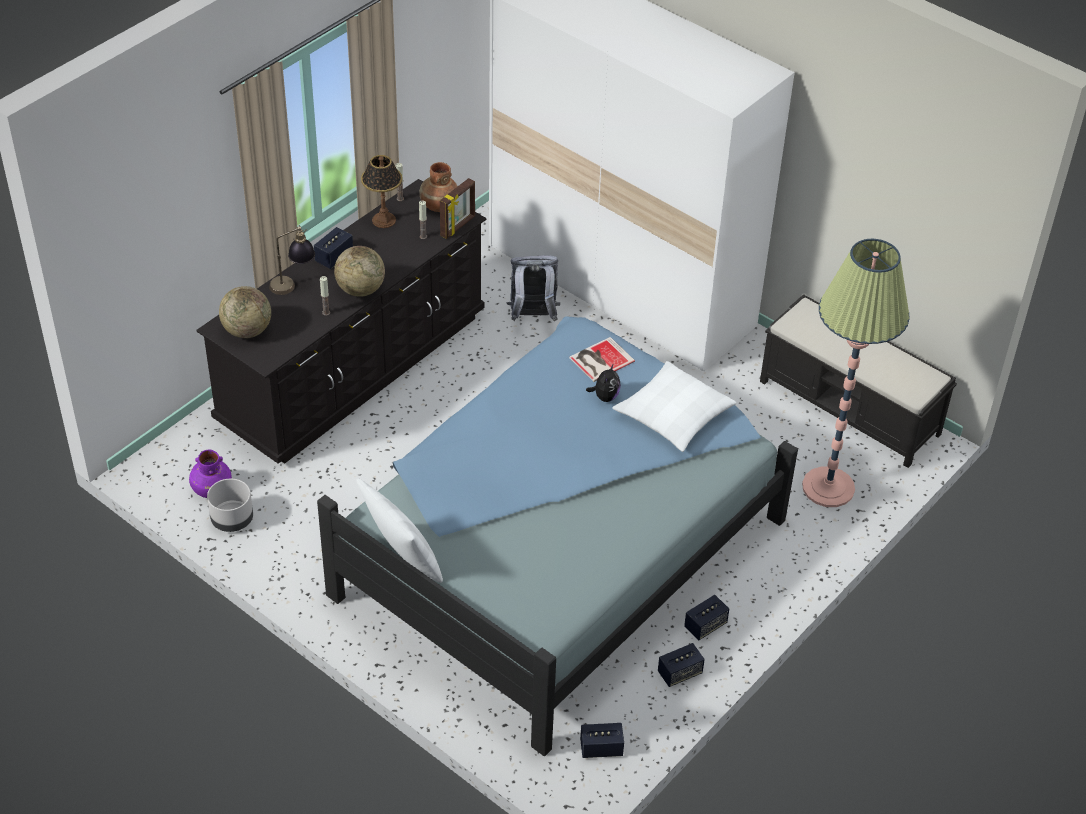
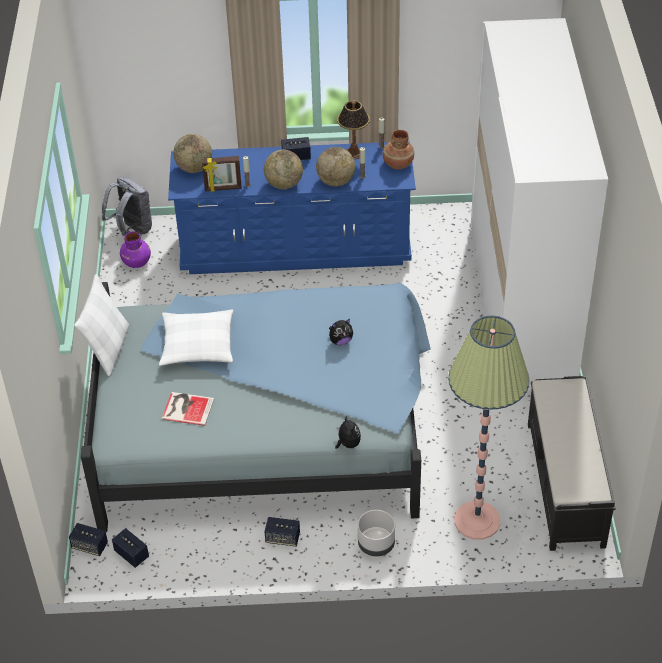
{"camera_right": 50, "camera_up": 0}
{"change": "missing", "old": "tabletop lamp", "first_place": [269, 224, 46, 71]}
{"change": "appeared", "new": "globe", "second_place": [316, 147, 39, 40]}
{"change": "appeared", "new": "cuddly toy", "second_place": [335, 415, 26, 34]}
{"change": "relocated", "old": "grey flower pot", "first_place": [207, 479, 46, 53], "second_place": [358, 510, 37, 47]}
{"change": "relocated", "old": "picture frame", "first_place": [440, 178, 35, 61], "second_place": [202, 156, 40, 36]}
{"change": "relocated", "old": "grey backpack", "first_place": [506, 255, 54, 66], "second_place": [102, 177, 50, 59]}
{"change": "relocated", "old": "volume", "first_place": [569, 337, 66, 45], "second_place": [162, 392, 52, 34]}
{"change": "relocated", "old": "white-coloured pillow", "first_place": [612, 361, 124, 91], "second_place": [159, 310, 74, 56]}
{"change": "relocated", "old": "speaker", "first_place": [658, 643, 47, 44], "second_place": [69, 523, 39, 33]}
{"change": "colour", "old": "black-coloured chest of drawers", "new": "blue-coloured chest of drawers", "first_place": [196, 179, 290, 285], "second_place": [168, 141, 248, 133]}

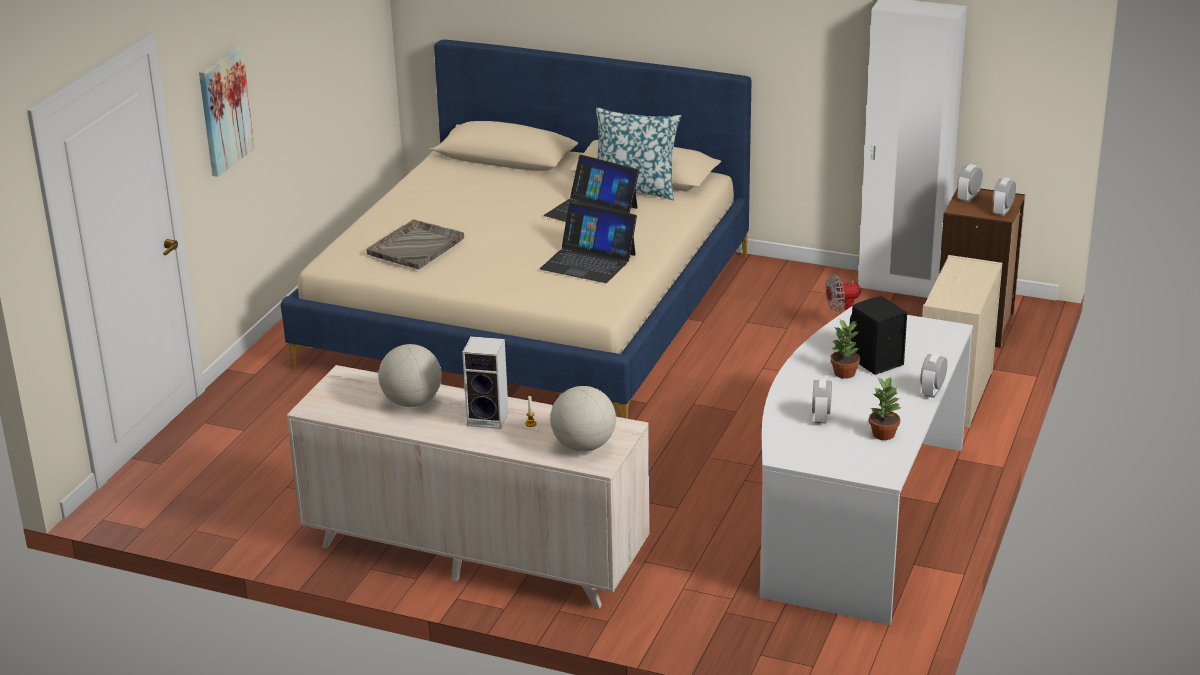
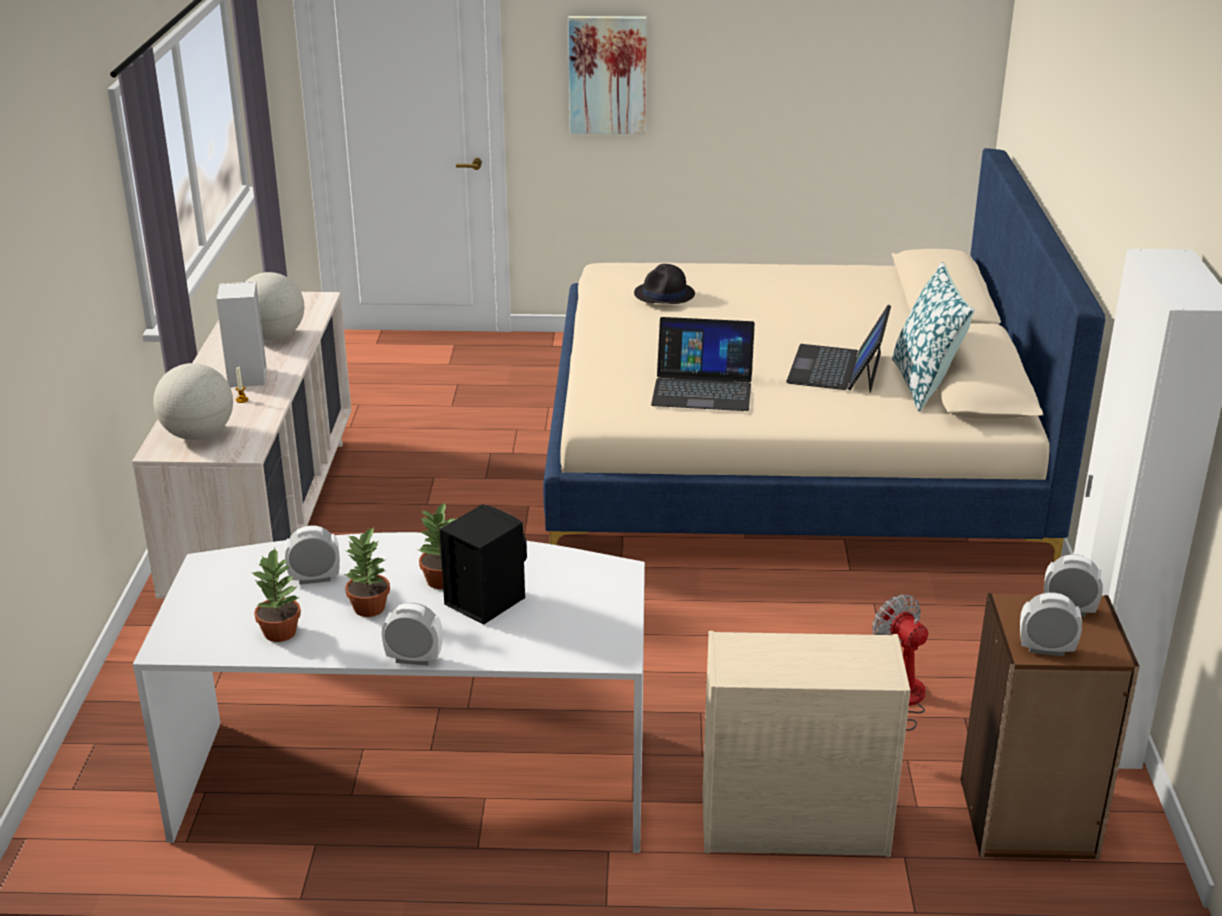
{"camera_right": 70, "camera_up": 0}
{"change": "appeared", "new": "houseplant", "second_place": [345, 527, 45, 90]}
{"change": "exchanged", "old": "grey tray", "new": "black-coloured clothing hat", "first_place": [367, 219, 97, 50], "second_place": [634, 264, 61, 40]}
{"change": "spun", "old": "laptop", "first_place": [540, 202, 97, 81], "second_place": [651, 317, 104, 94], "degrees": -90}

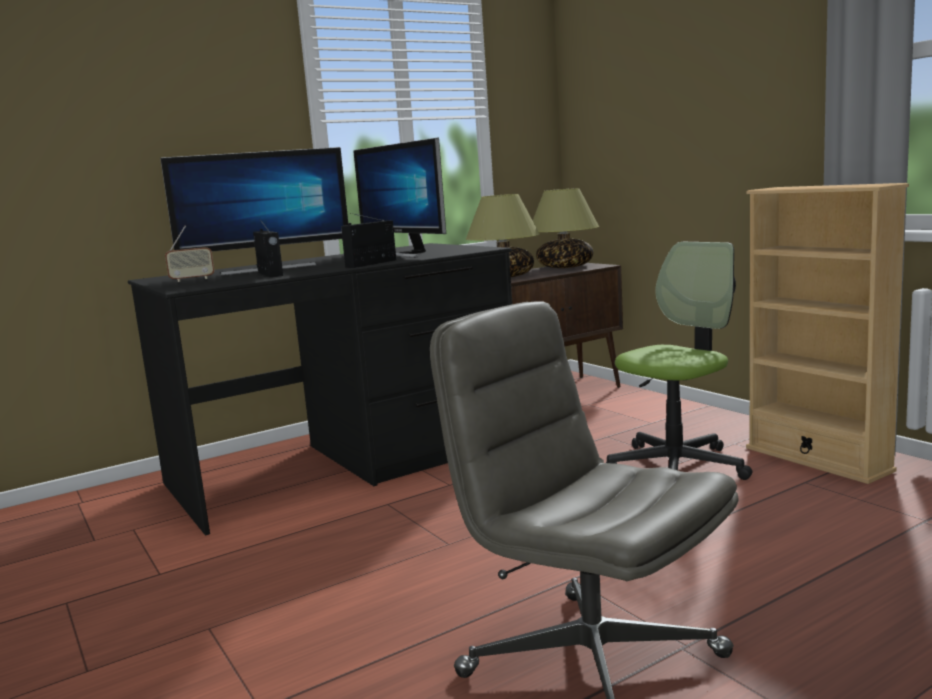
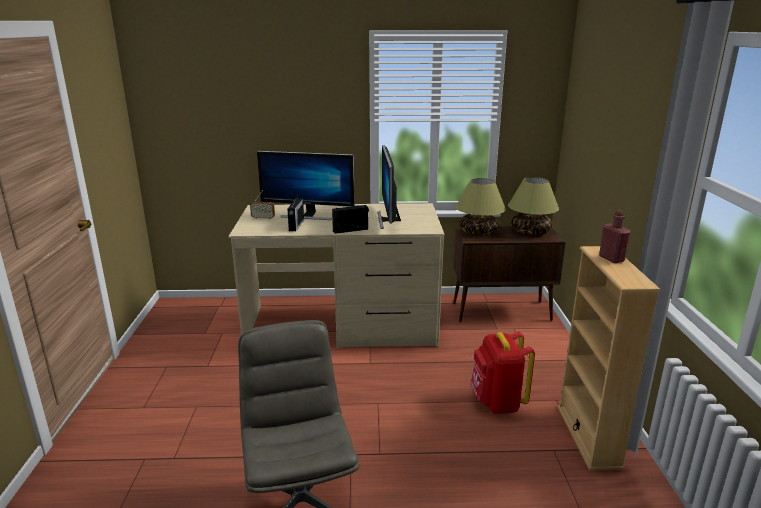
{"camera_right": 30, "camera_up": 10}
{"change": "appeared", "new": "red drink bottle", "second_place": [599, 210, 32, 53]}
{"change": "exchanged", "old": "desk chair", "new": "red backpack", "first_place": [606, 242, 146, 238], "second_place": [470, 331, 65, 83]}
{"change": "colour", "old": "black-coloured desk table", "new": "sand-coloured desk table", "first_place": [128, 243, 384, 292], "second_place": [228, 203, 216, 146]}

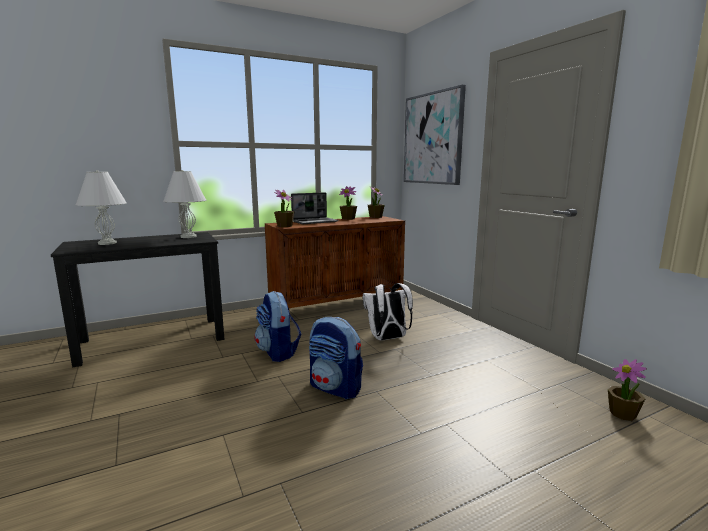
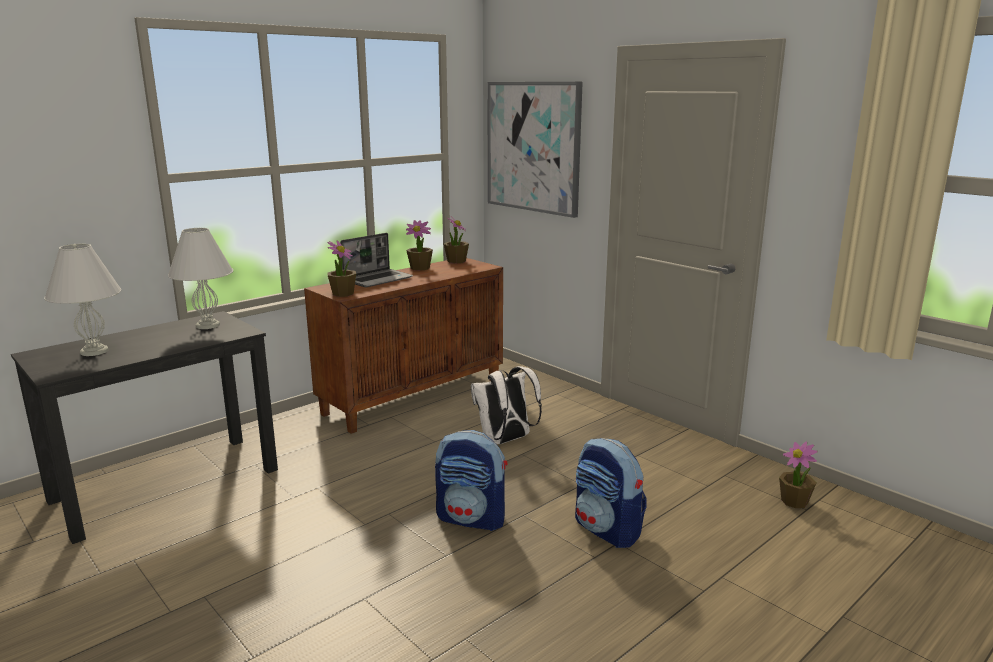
{"camera_right": -15, "camera_up": 5}
{"change": "relocated", "old": "backpack", "first_place": [254, 291, 47, 71], "second_place": [575, 438, 71, 110]}

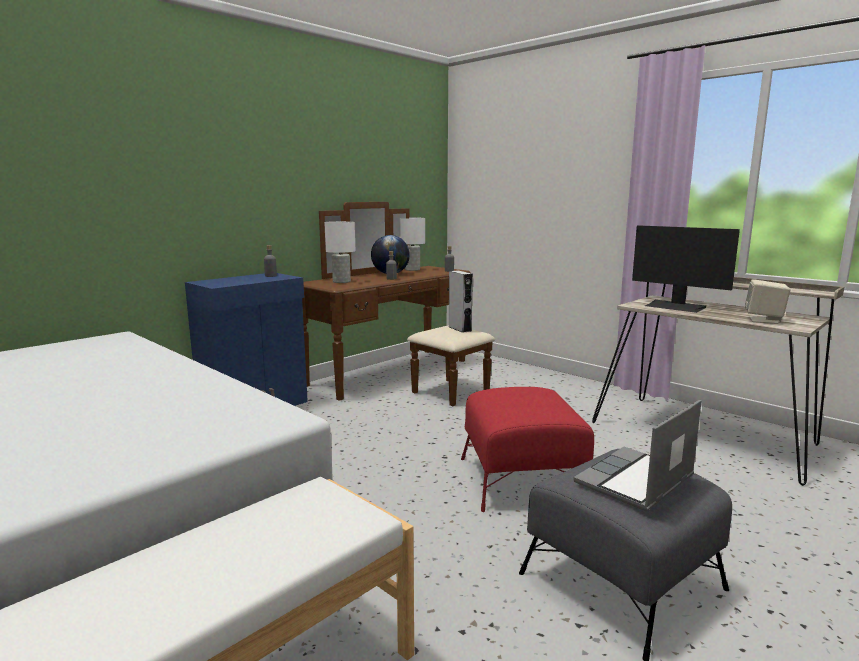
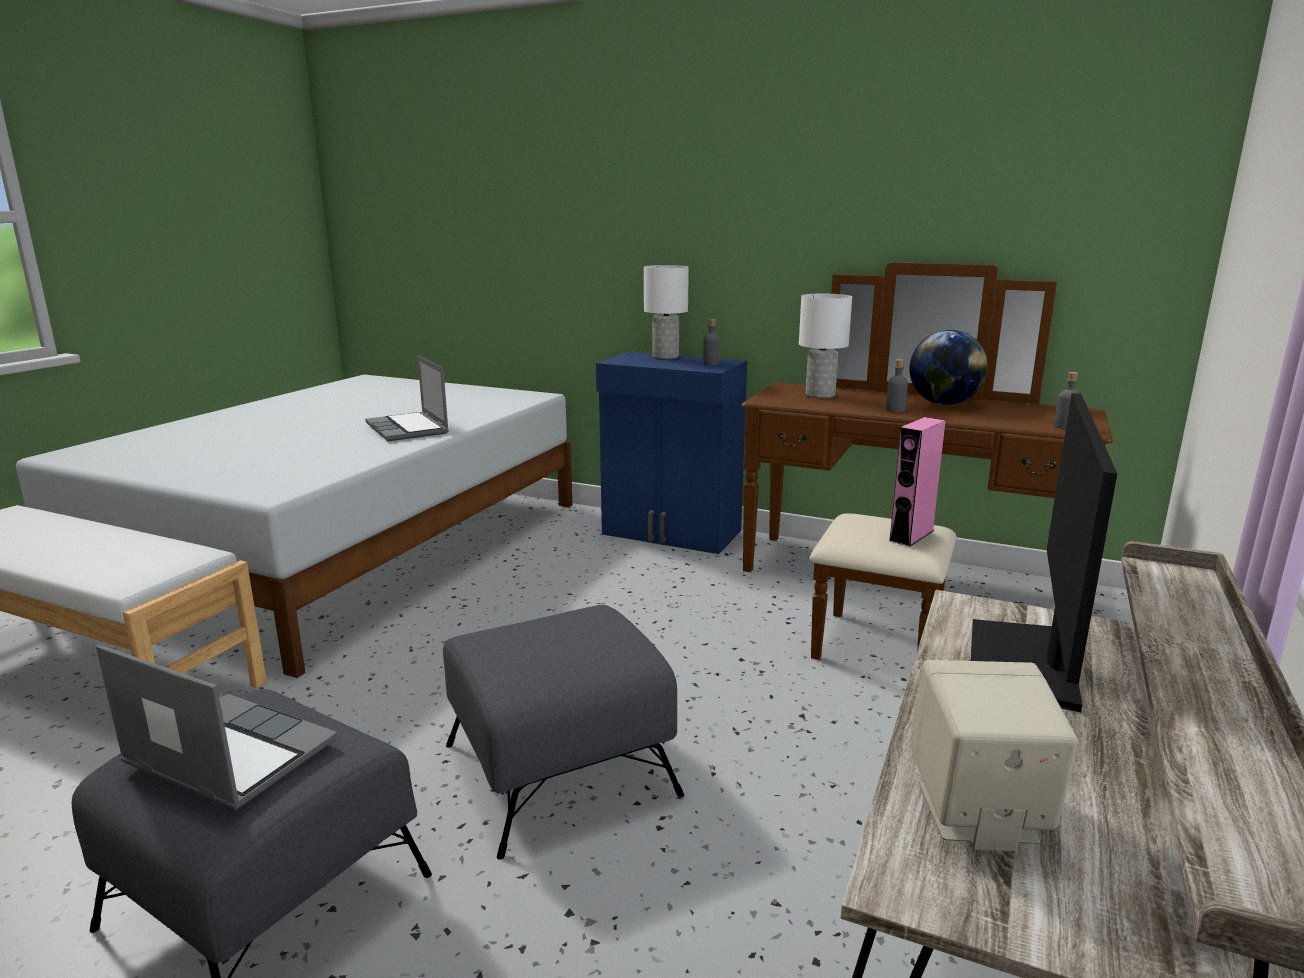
{"camera_right": 70, "camera_up": 5}
{"change": "appeared", "new": "laptop", "second_place": [365, 355, 84, 86]}
{"change": "relocated", "old": "white-coloured tabletop lamp", "first_place": [399, 217, 26, 54], "second_place": [644, 265, 45, 94]}
{"change": "colour", "old": "grey speaker", "new": "pink speaker", "first_place": [449, 271, 24, 62], "second_place": [889, 417, 57, 130]}
{"change": "colour", "old": "red pouffe", "new": "grey pouffe", "first_place": [461, 387, 133, 125], "second_place": [443, 605, 241, 255]}

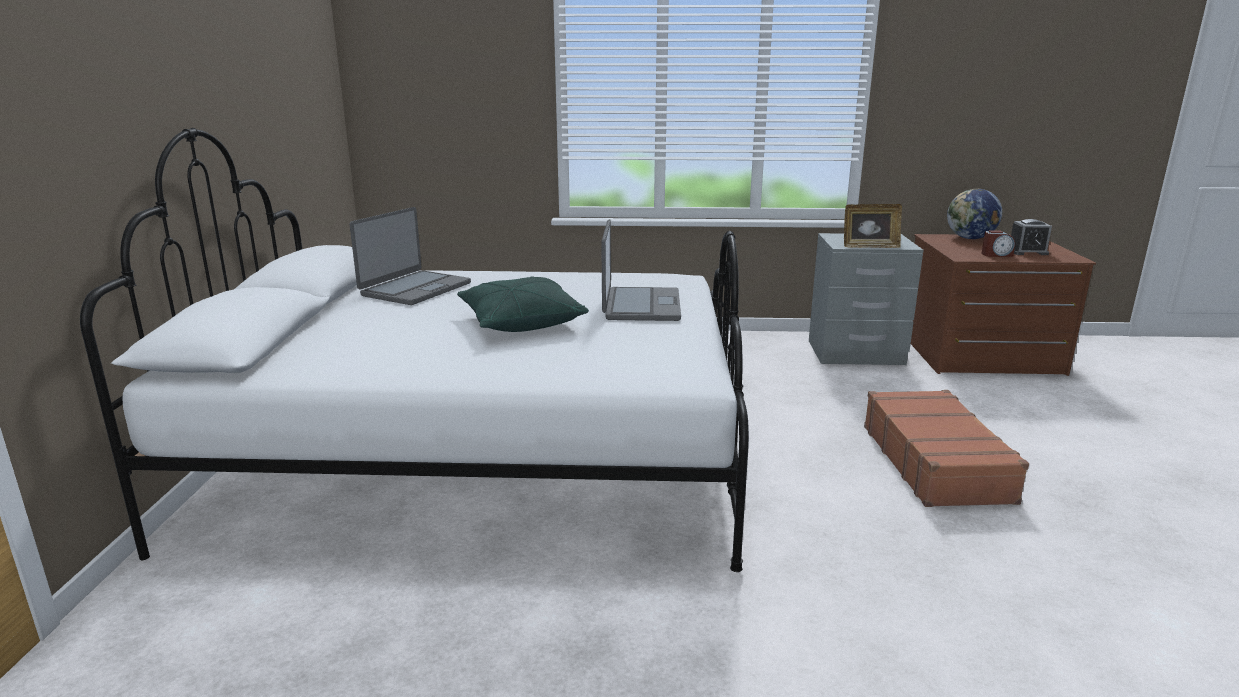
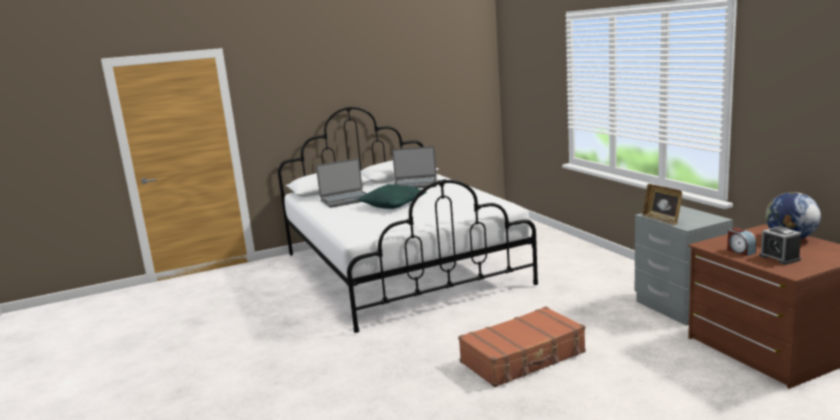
{"camera_right": 65, "camera_up": -5}
{"change": "relocated", "old": "laptop", "first_place": [601, 219, 80, 102], "second_place": [316, 158, 51, 50]}

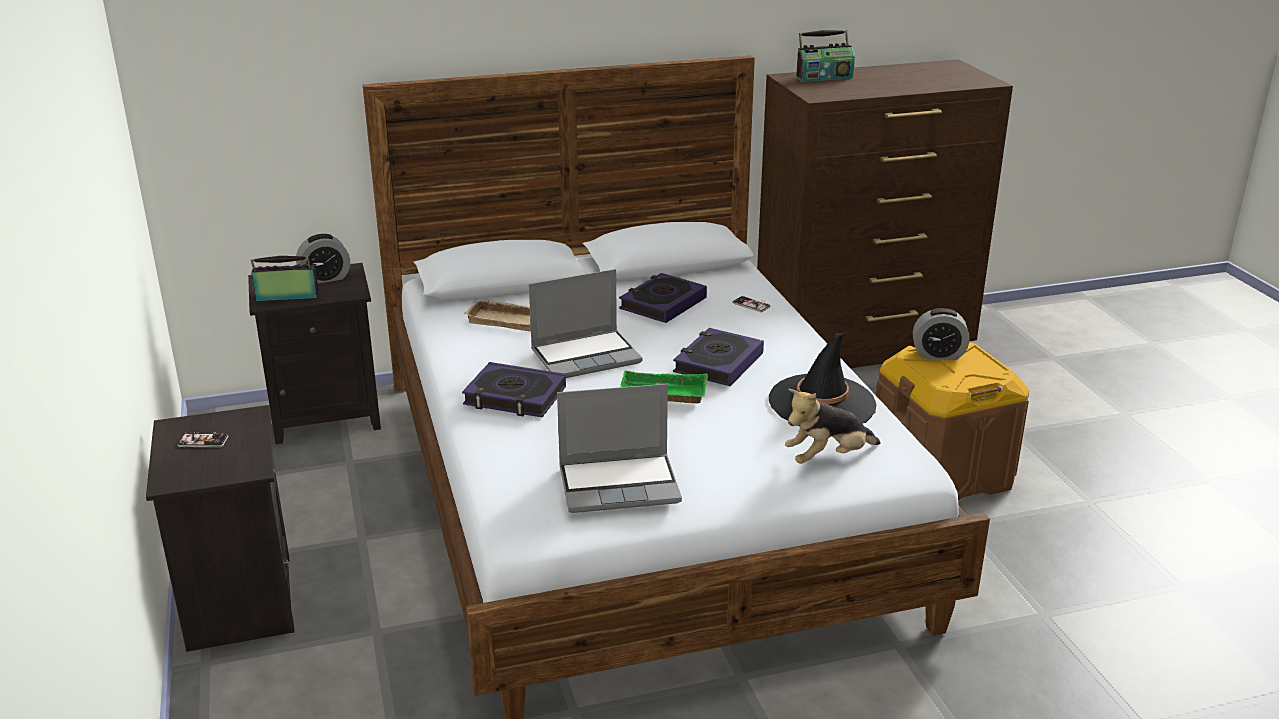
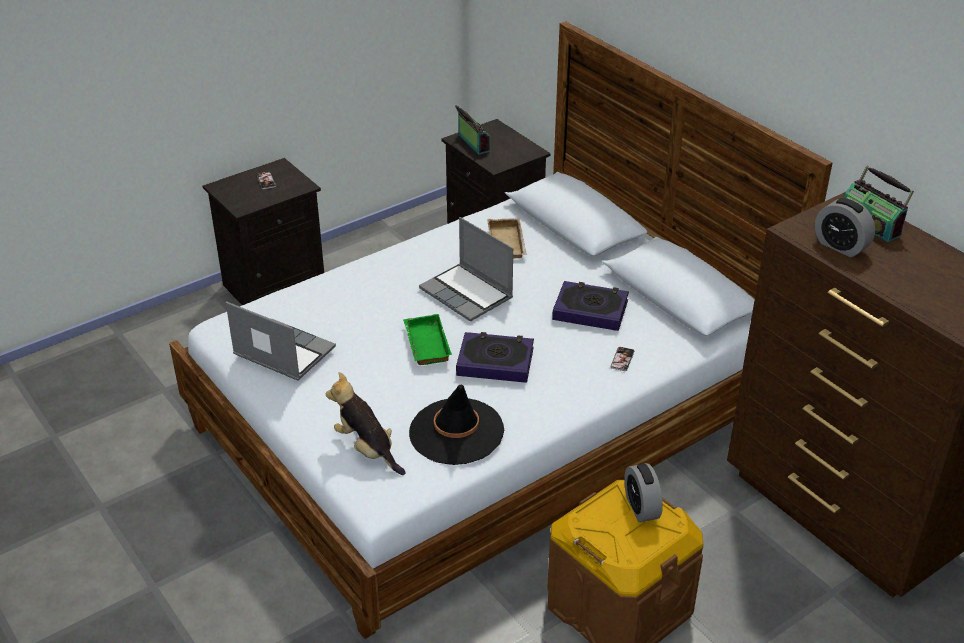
{"camera_right": 70, "camera_up": 10}
{"change": "missing", "old": "volume", "first_place": [462, 362, 104, 55]}
{"change": "relocated", "old": "table clock", "first_place": [296, 234, 54, 50], "second_place": [815, 198, 60, 59]}
{"change": "spun", "old": "laptop", "first_place": [557, 384, 125, 129], "second_place": [226, 301, 110, 80], "degrees": 150}

